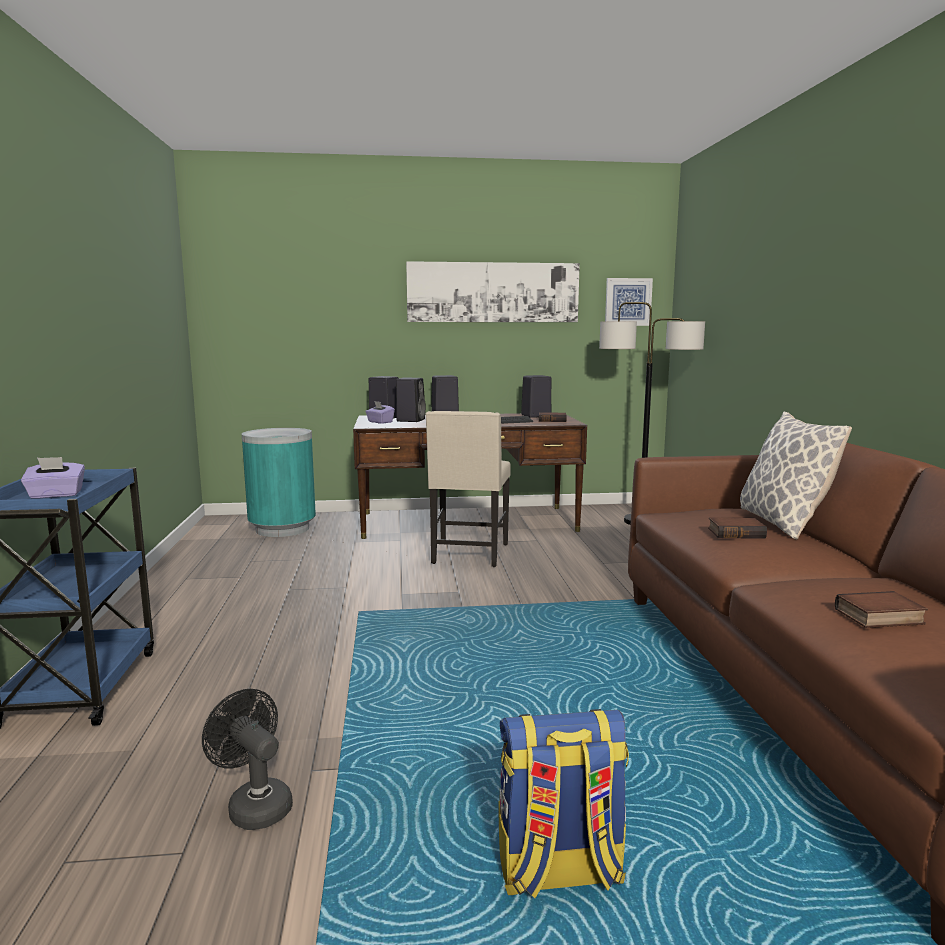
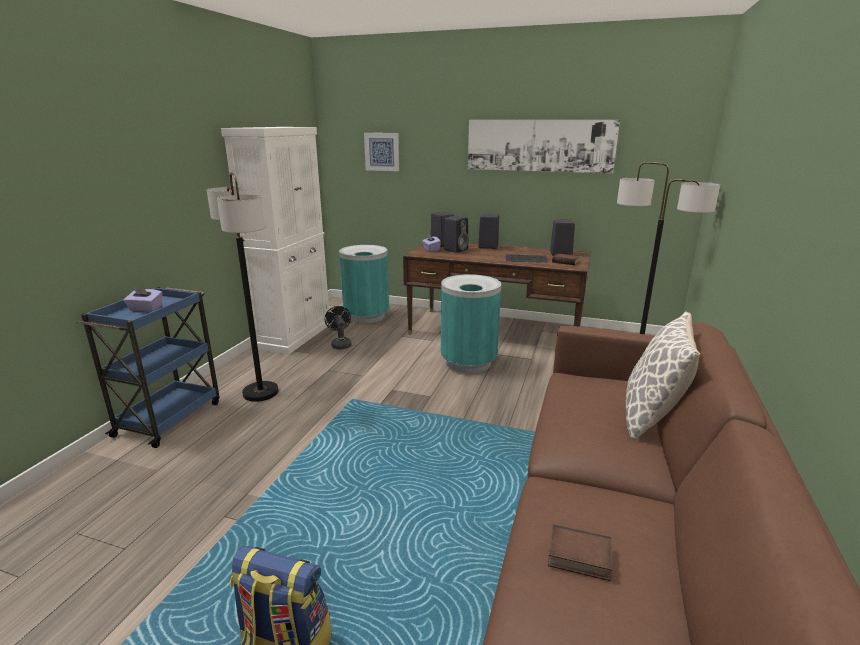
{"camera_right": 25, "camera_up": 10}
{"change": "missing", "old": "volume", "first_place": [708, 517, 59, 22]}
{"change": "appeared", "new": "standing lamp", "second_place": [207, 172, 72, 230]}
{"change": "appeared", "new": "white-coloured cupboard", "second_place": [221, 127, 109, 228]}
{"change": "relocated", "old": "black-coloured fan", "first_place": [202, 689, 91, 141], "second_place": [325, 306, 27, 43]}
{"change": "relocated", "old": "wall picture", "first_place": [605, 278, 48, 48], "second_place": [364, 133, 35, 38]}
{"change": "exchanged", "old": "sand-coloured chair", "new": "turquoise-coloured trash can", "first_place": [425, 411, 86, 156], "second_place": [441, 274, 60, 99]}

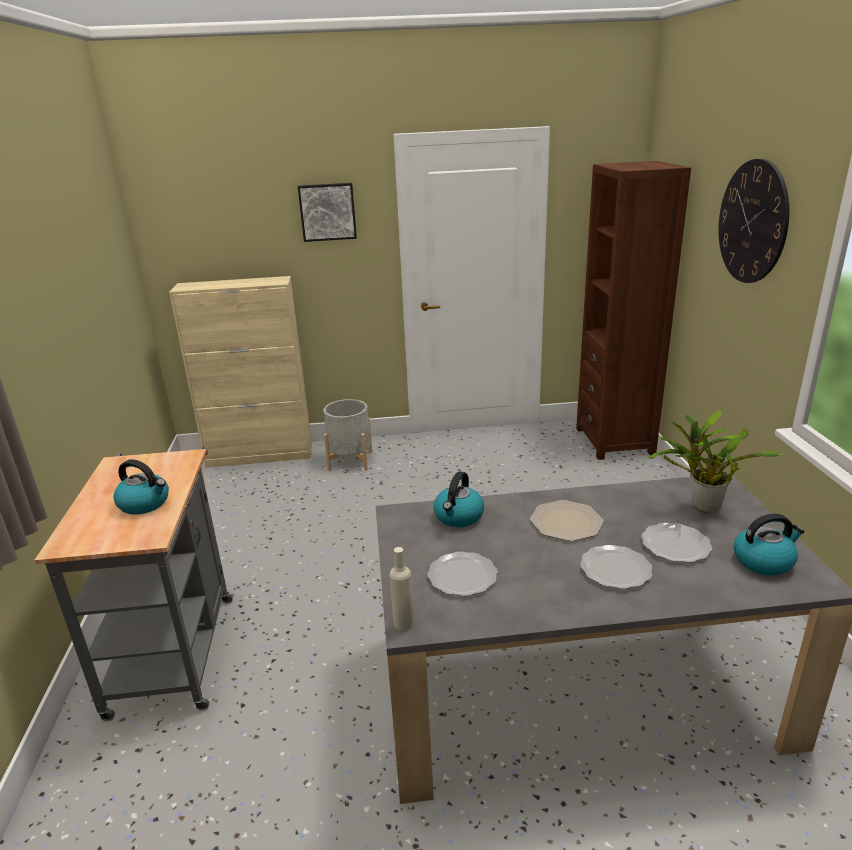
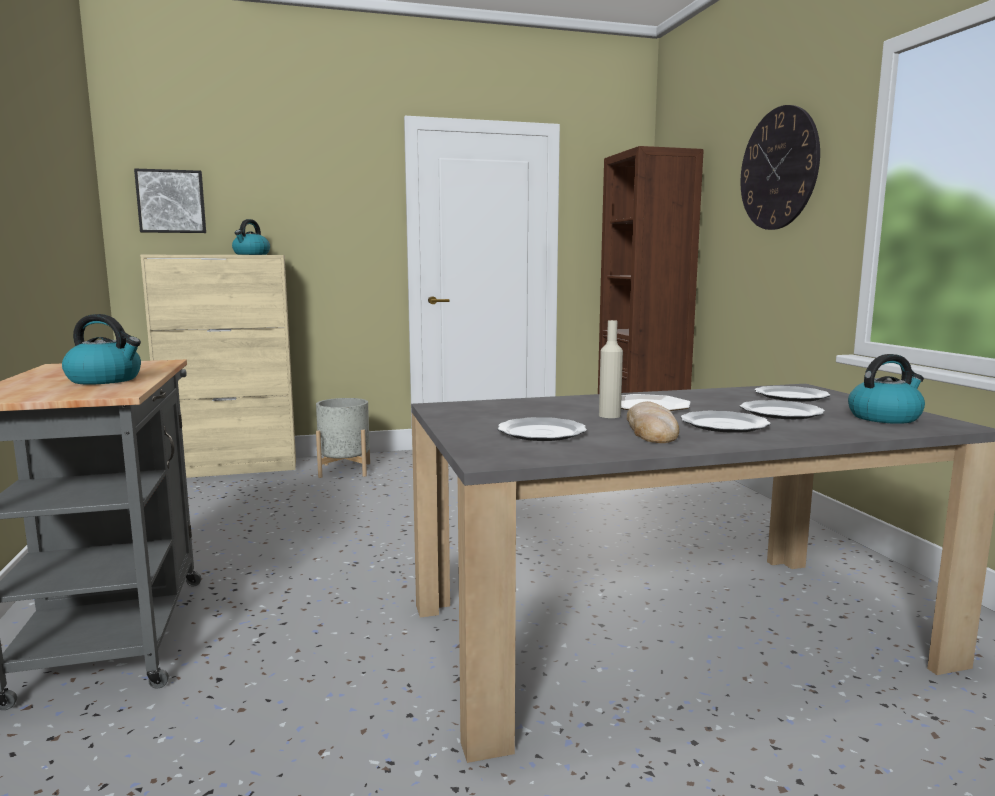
{"camera_right": -10, "camera_up": -15}
{"change": "appeared", "new": "bread", "second_place": [627, 401, 52, 42]}
{"change": "relocated", "old": "wall picture", "first_place": [298, 183, 59, 59], "second_place": [134, 168, 72, 65]}
{"change": "relocated", "old": "sand-coloured drink bottle", "first_place": [390, 547, 24, 84], "second_place": [599, 320, 24, 98]}
{"change": "relocated", "old": "tea kettle", "first_place": [434, 471, 50, 56], "second_place": [232, 219, 38, 36]}
{"change": "exchanged", "old": "houseplant", "new": "dinner plate", "first_place": [649, 410, 132, 103], "second_place": [755, 386, 75, 15]}

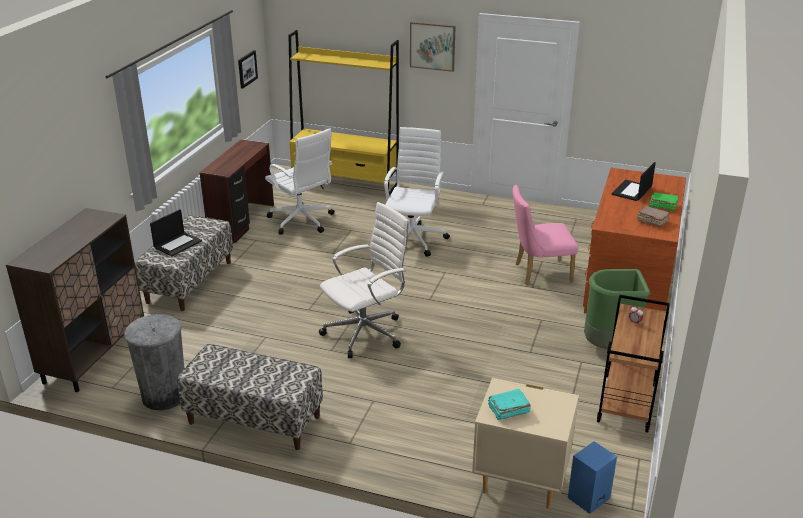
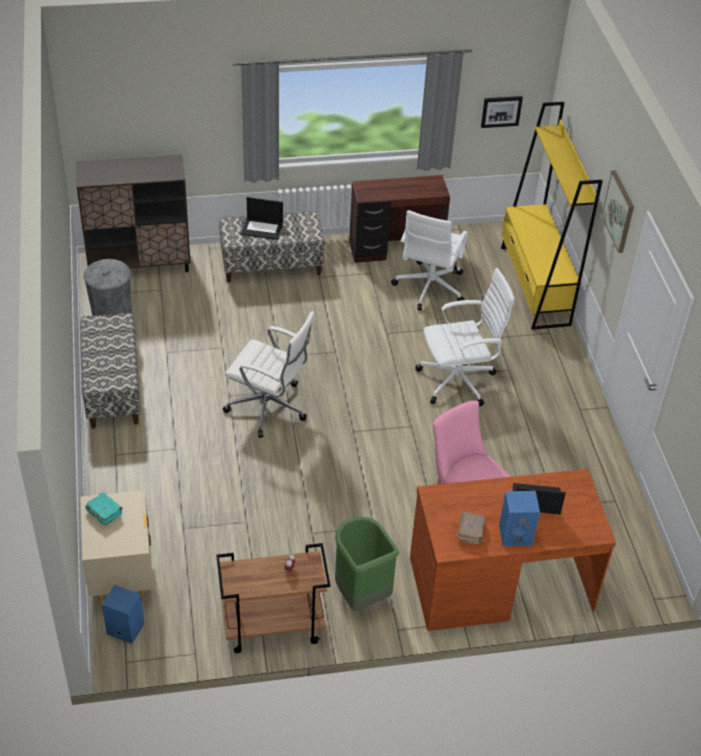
{"camera_right": 60, "camera_up": 15}
{"change": "exchanged", "old": "green volume", "new": "blue-coloured speaker", "first_place": [649, 192, 30, 19], "second_place": [499, 491, 41, 55]}

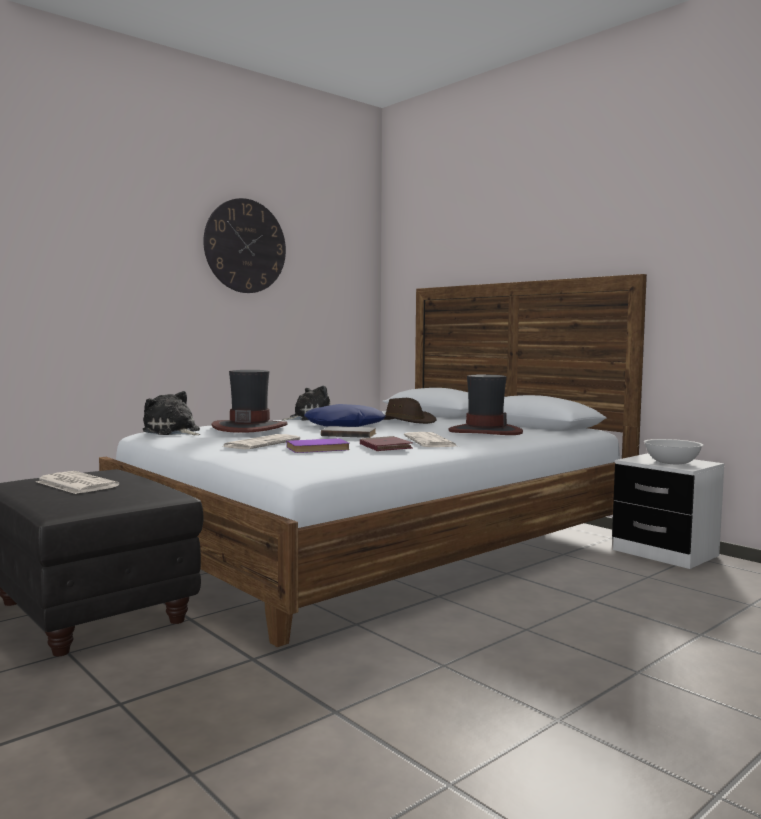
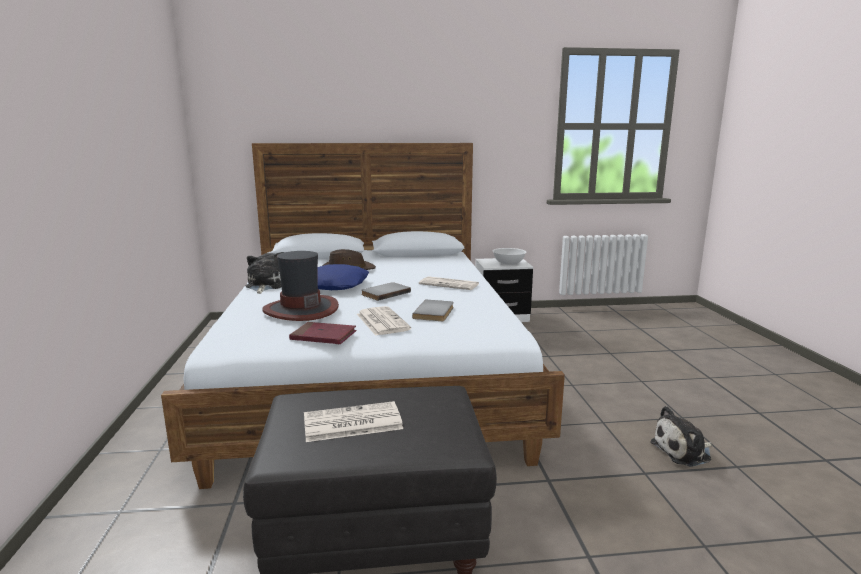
{"camera_right": -55, "camera_up": 10}
{"change": "missing", "old": "clock on the wall", "first_place": [203, 198, 83, 95]}
{"change": "missing", "old": "clothing hat", "first_place": [448, 375, 75, 60]}
{"change": "relocated", "old": "cuddly toy", "first_place": [143, 391, 57, 44], "second_place": [650, 406, 62, 61]}
{"change": "relocated", "old": "red volume", "first_place": [360, 436, 53, 15], "second_place": [289, 322, 68, 22]}
{"change": "colour", "old": "purplish volume", "new": "grey volume", "first_place": [287, 438, 63, 15], "second_place": [412, 300, 42, 21]}

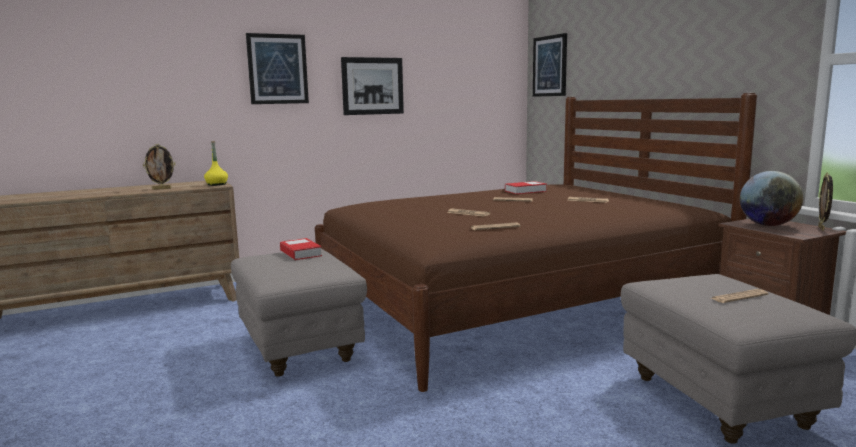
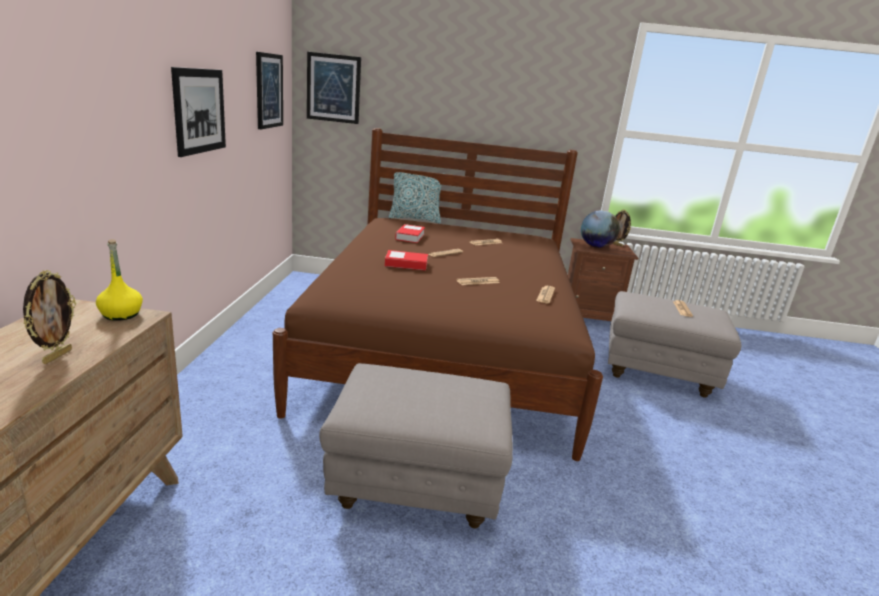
{"camera_right": -60, "camera_up": 10}
{"change": "appeared", "new": "pillow", "second_place": [389, 172, 56, 51]}
{"change": "relocated", "old": "wall picture", "first_place": [246, 33, 63, 71], "second_place": [256, 52, 27, 77]}
{"change": "relocated", "old": "volume", "first_place": [280, 238, 42, 22], "second_place": [385, 250, 43, 21]}

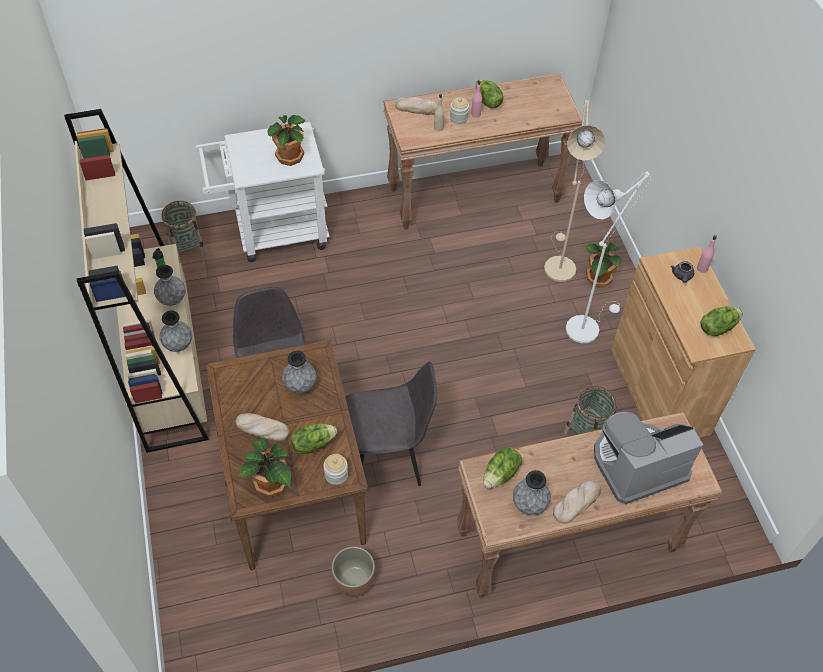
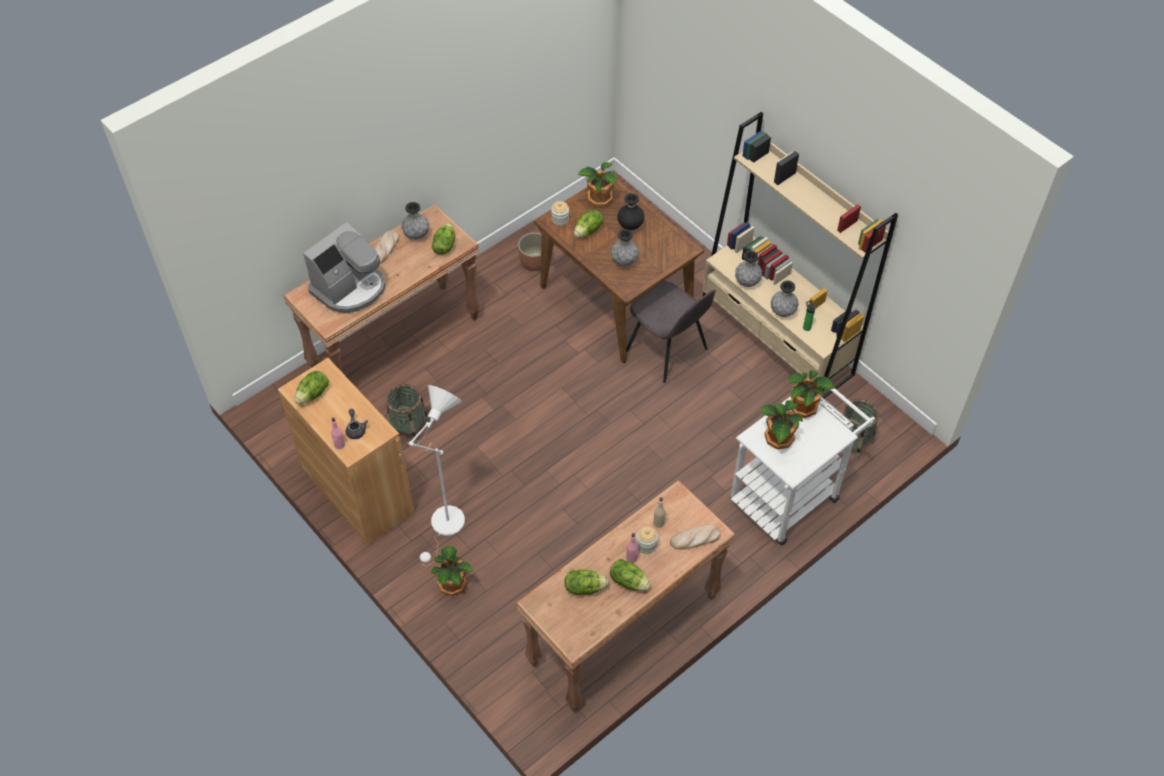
{"camera_right": 155, "camera_up": 0}
{"change": "missing", "old": "grey chair", "first_place": [345, 362, 92, 124]}
{"change": "missing", "old": "sand-coloured standing lamp", "first_place": [544, 100, 61, 182]}
{"change": "appeared", "new": "lettuce", "second_place": [565, 569, 44, 26]}
{"change": "appeared", "new": "houseplant", "second_place": [788, 370, 46, 48]}
{"change": "exchanged", "old": "bread", "new": "black-coloured flower vase", "first_place": [235, 413, 54, 29], "second_place": [617, 193, 27, 37]}

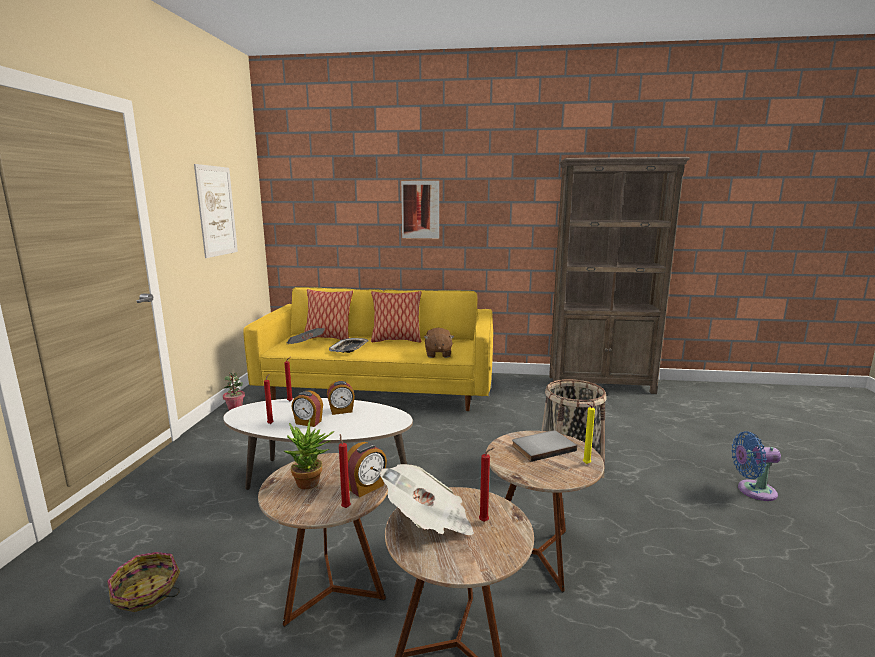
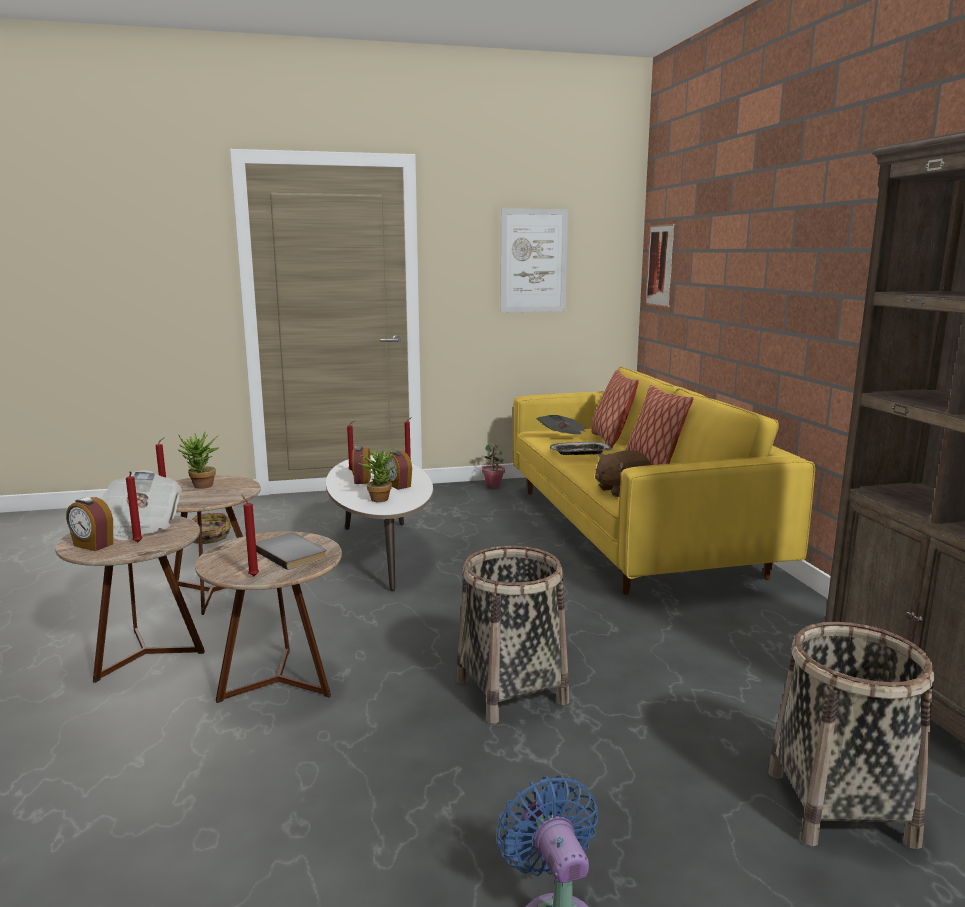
{"camera_right": 70, "camera_up": 0}
{"change": "appeared", "new": "houseplant", "second_place": [358, 447, 39, 55]}
{"change": "appeared", "new": "basket", "second_place": [768, 622, 166, 227]}
{"change": "relocated", "old": "table clock", "first_place": [347, 442, 40, 55], "second_place": [66, 497, 47, 54]}
{"change": "relocated", "old": "wall picture", "first_place": [401, 180, 38, 60], "second_place": [646, 224, 29, 84]}
{"change": "colour", "old": "yellow candle", "new": "red candle", "first_place": [583, 404, 12, 60], "second_place": [241, 494, 18, 82]}

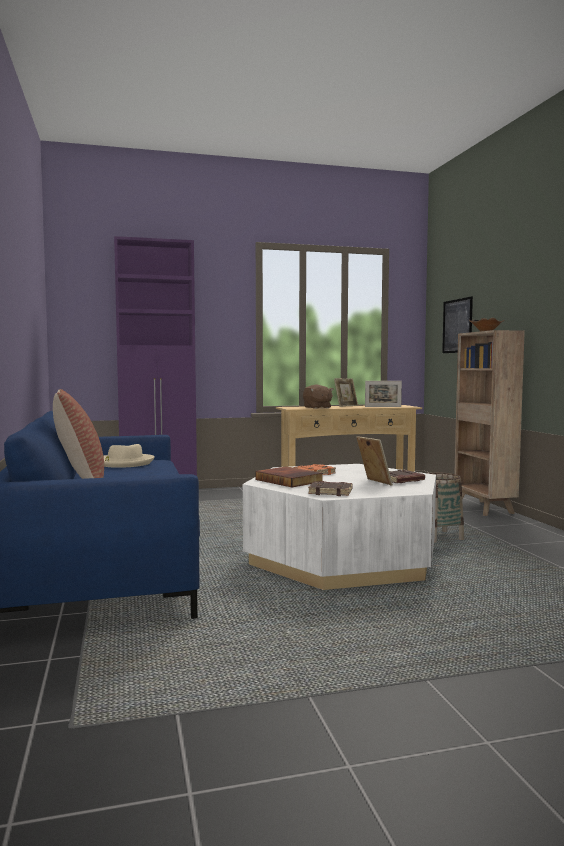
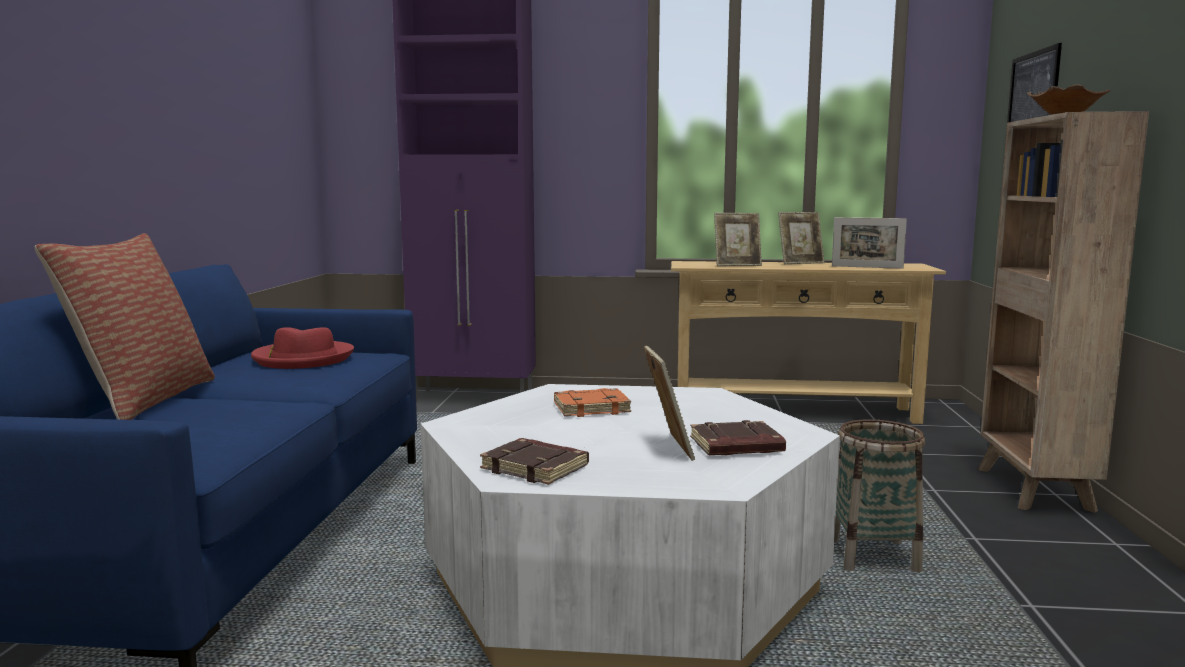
{"camera_right": 20, "camera_up": 5}
{"change": "missing", "old": "volume", "first_place": [255, 466, 68, 21]}
{"change": "exchanged", "old": "brown cuddly toy", "new": "picture frame", "first_place": [303, 385, 30, 24], "second_place": [714, 213, 48, 53]}
{"change": "colour", "old": "sand-coloured clothing hat", "new": "red clothing hat", "first_place": [104, 444, 51, 24], "second_place": [251, 327, 103, 42]}

